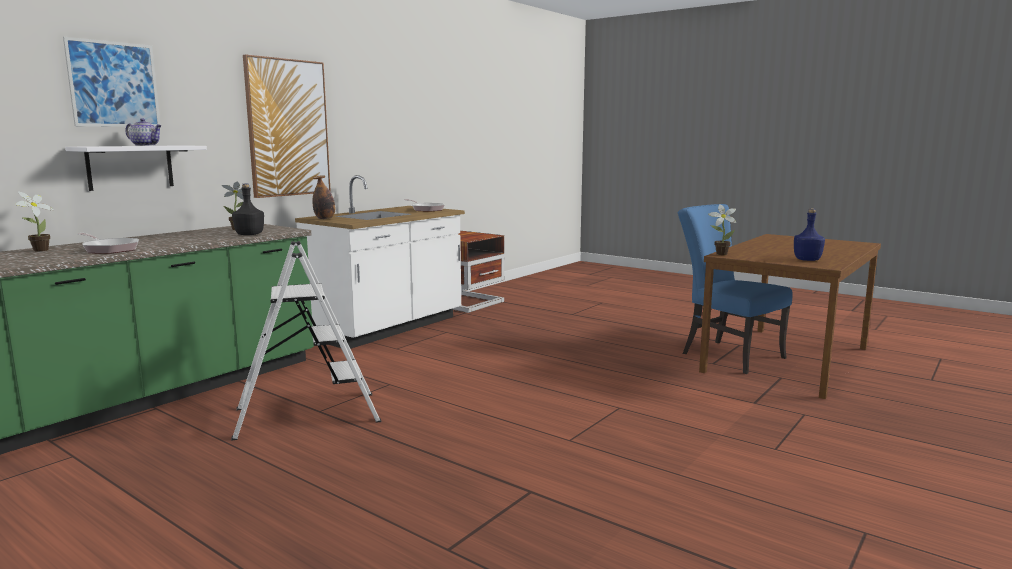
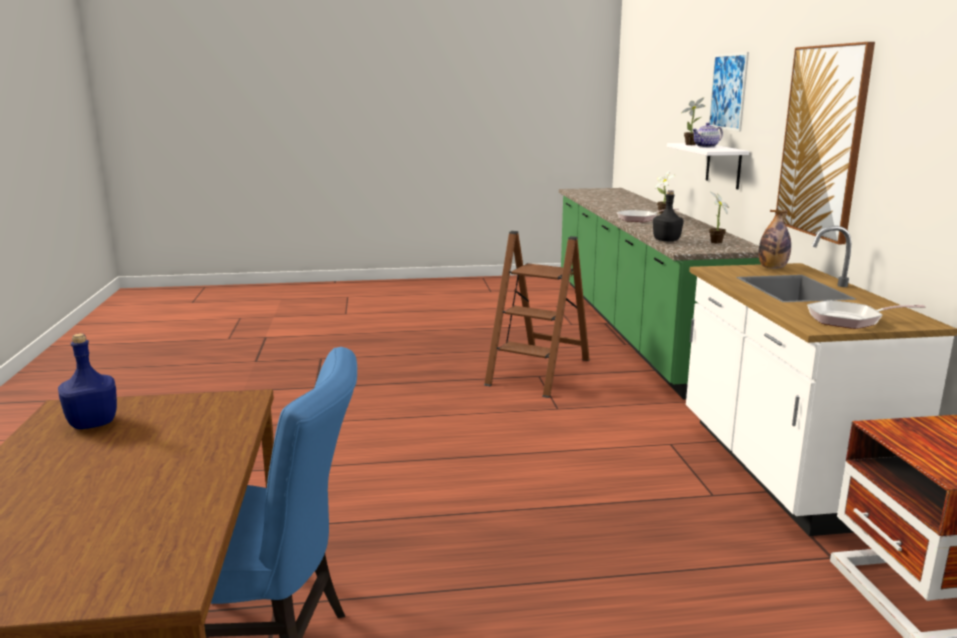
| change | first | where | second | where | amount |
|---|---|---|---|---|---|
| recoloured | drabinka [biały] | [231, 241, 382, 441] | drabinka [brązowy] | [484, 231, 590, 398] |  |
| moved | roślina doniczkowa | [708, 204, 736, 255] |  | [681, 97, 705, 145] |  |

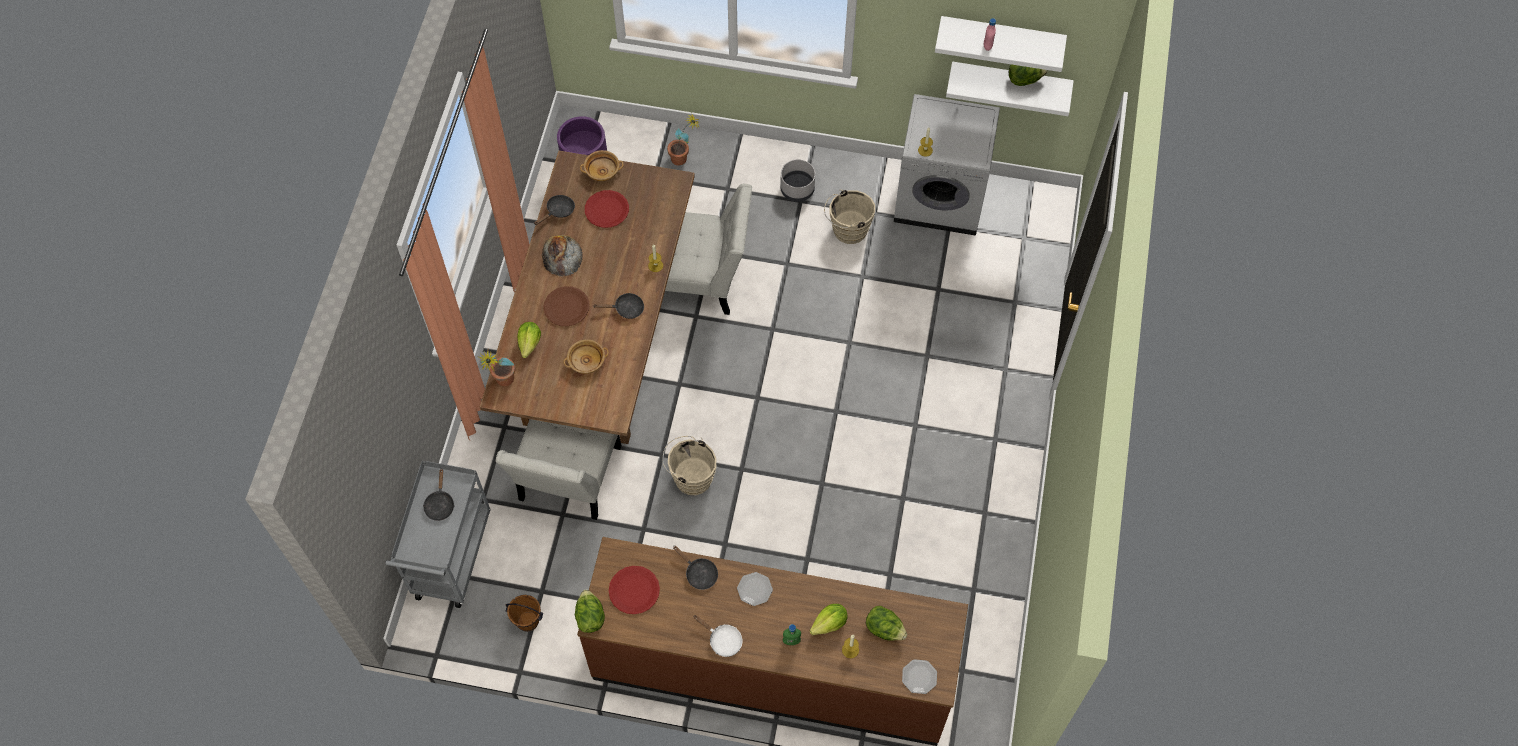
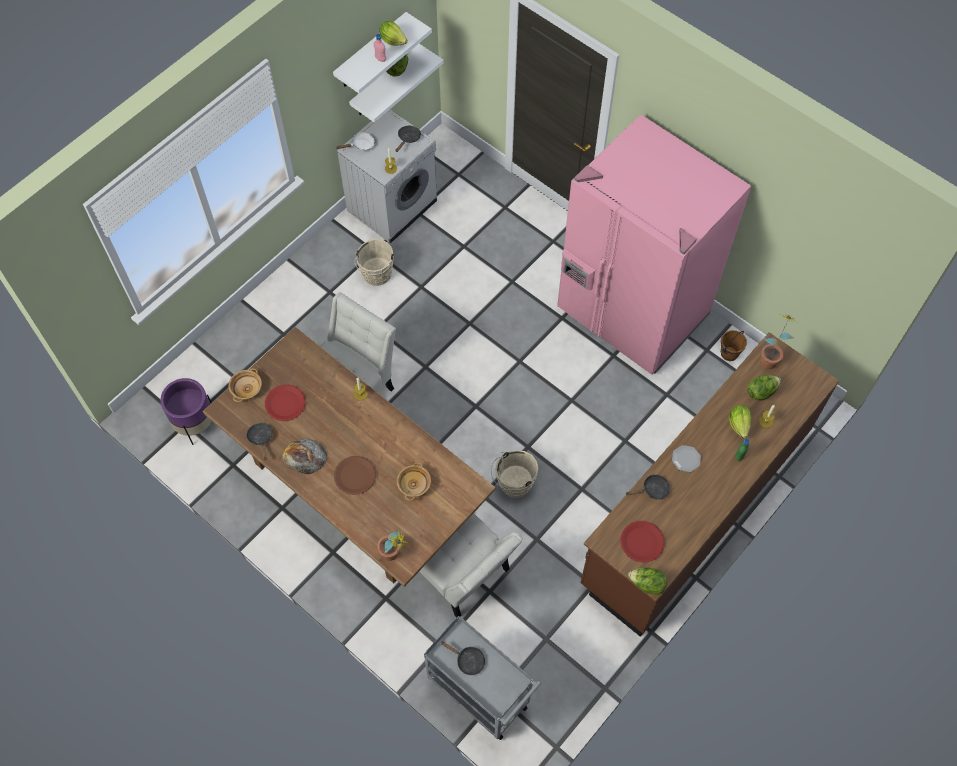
| change | first | where | second | where | amount |
|---|---|---|---|---|---|
| moved | wiadro [brązowy] | [505, 595, 543, 632] |  | [721, 330, 747, 361] |  |
| moved | sałata | [517, 322, 541, 358] |  | [380, 21, 408, 46] |  |
| moved | patelnia [czarny] | [594, 293, 644, 319] |  | [396, 126, 421, 152] |  |
| moved | roślina doniczkowa | [667, 114, 700, 165] |  | [761, 313, 796, 369] |  |
| moved | patelnia [biały] | [693, 615, 742, 657] |  | [336, 133, 375, 151] |  |
| removed | donica [szary] | [780, 159, 815, 202] |  |  |  |
| removed | talerz | [902, 659, 937, 694] |  |  |  |
| added |  |  | lodówka [różowy] | [557, 115, 751, 375] |  |

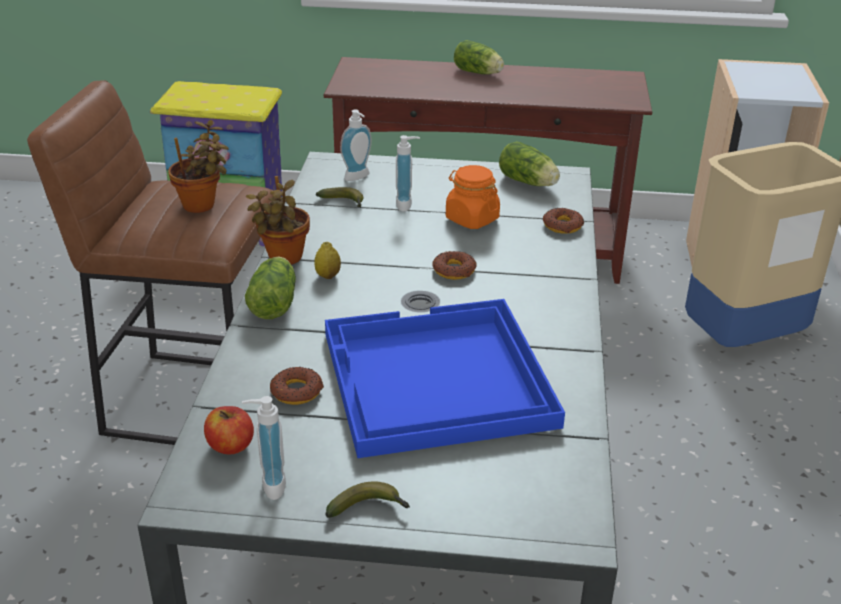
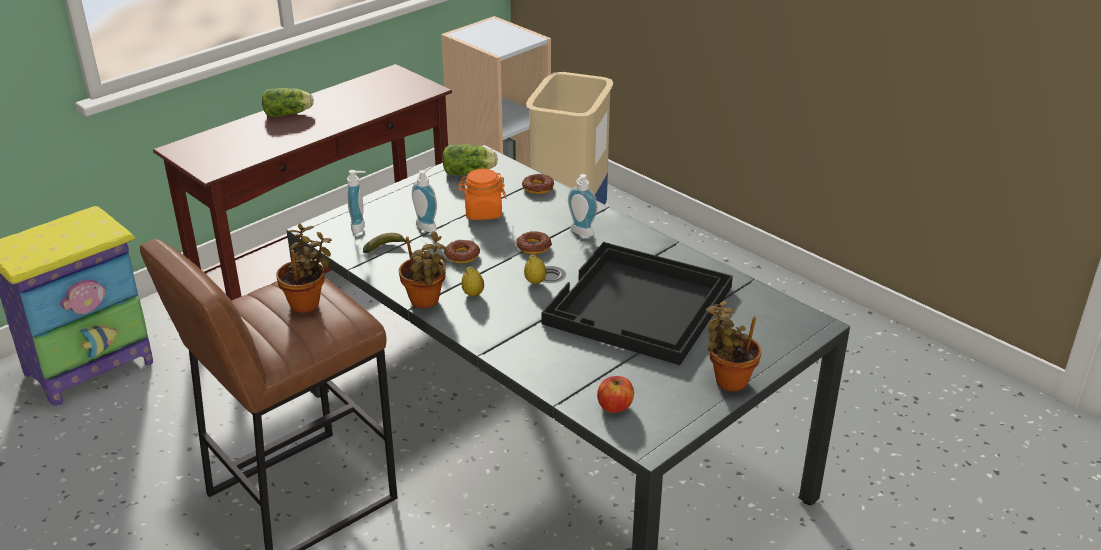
| change | first | where | second | where | amount |
|---|---|---|---|---|---|
| moved | dozownik mydła | [242, 396, 286, 500] |  | [568, 174, 598, 236] |  |
| removed | sałata | [245, 257, 296, 319] |  |  |  |
| moved | donut | [270, 367, 324, 405] |  | [444, 239, 480, 263] |  |
| recoloured | taca [niebieski] | [325, 299, 565, 458] | taca [czarny] | [542, 242, 733, 365] |  |
| replaced | banan | [325, 481, 410, 518] | roślina doniczkowa | [706, 300, 762, 392] |  |
| added |  |  | cytryna | [524, 255, 546, 284] |  |

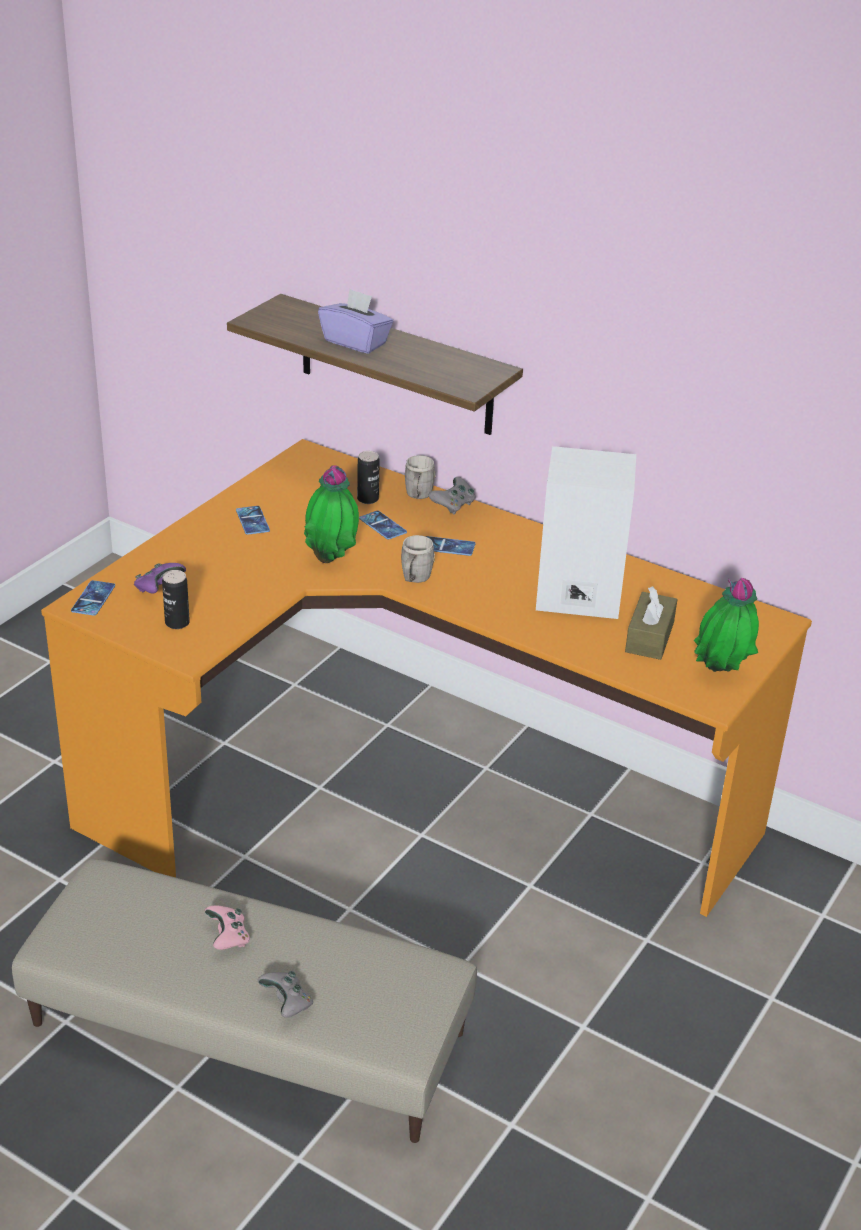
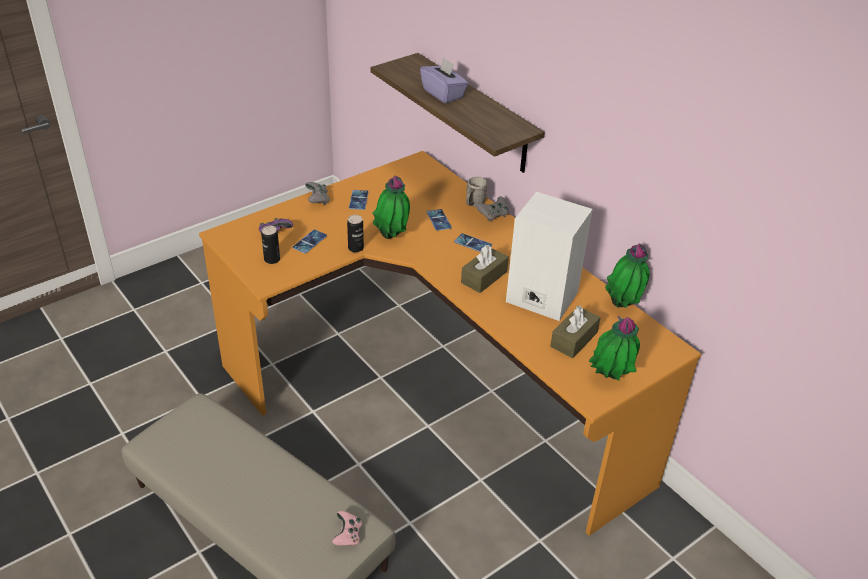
| change | first | where | second | where | amount |
|---|---|---|---|---|---|
| moved | telefon | [71, 580, 115, 616] |  | [293, 229, 327, 254] |  |
| moved | pad do gier [różowy] | [205, 905, 250, 950] |  | [332, 511, 362, 546] |  |
| moved | pad do gier [szary] | [258, 971, 313, 1018] |  | [305, 182, 330, 205] |  |
| moved | puszka | [357, 451, 380, 504] |  | [347, 215, 364, 253] |  |
| removed | kubek [szary] | [401, 535, 435, 583] |  |  |  |
| added |  |  | pudełko chusteczek [brązowy] | [461, 245, 509, 293] |  |
| added |  |  | roślina doniczkowa | [605, 243, 650, 308] |  |

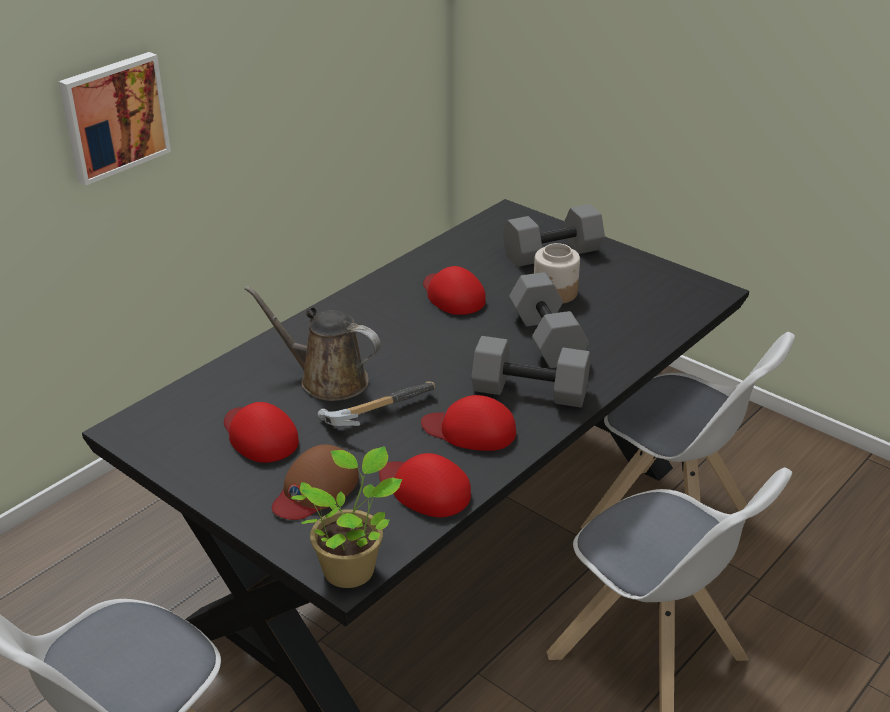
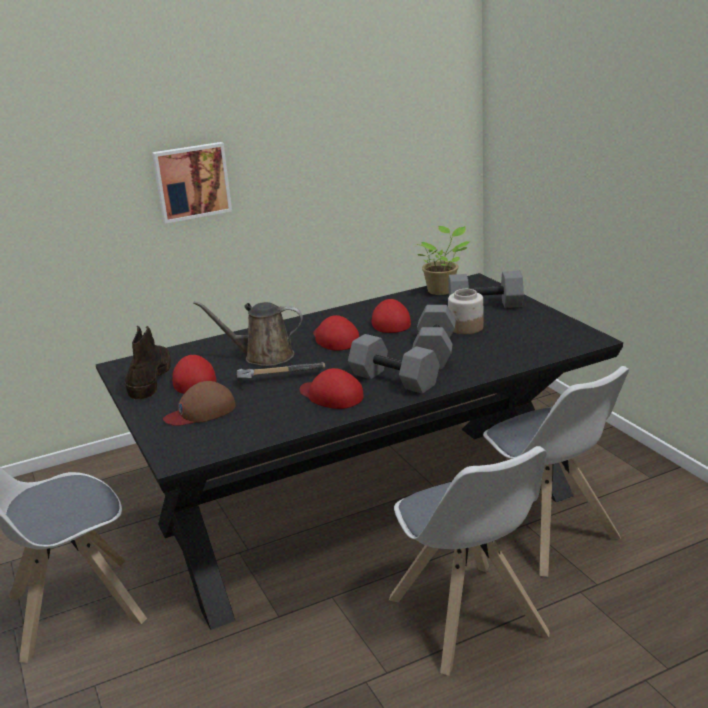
| change | first | where | second | where | amount |
|---|---|---|---|---|---|
| turned | konewka [brązowy] | [245, 286, 381, 401] |  | [193, 301, 303, 366] | 45 degrees counterclockwise |
| moved | roślina doniczkowa | [291, 446, 403, 588] |  | [415, 226, 471, 295] |  |
| moved | czapka z daszkiem [czerwony] | [379, 453, 471, 517] |  | [313, 315, 359, 350] |  |
| added |  |  | but z cholewką [brązowy] | [125, 326, 171, 400] |  |

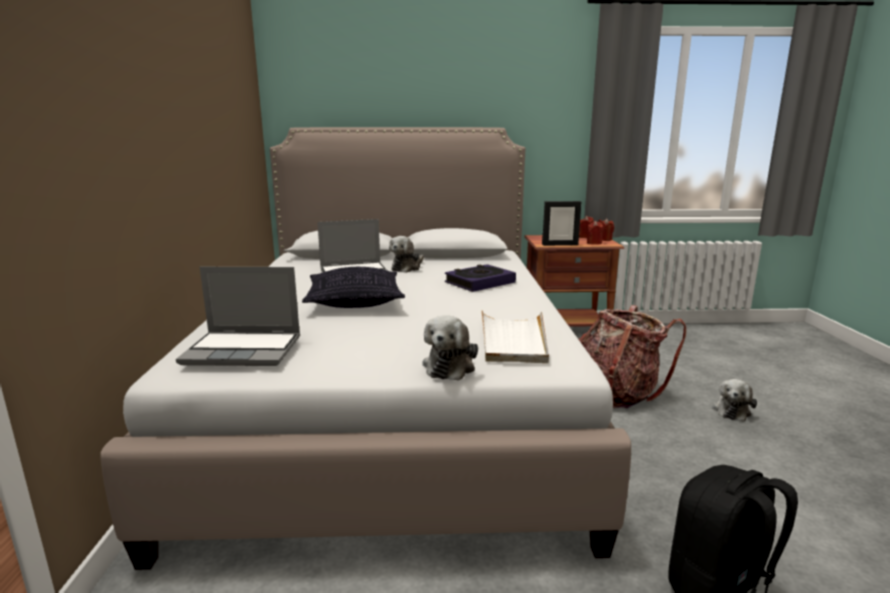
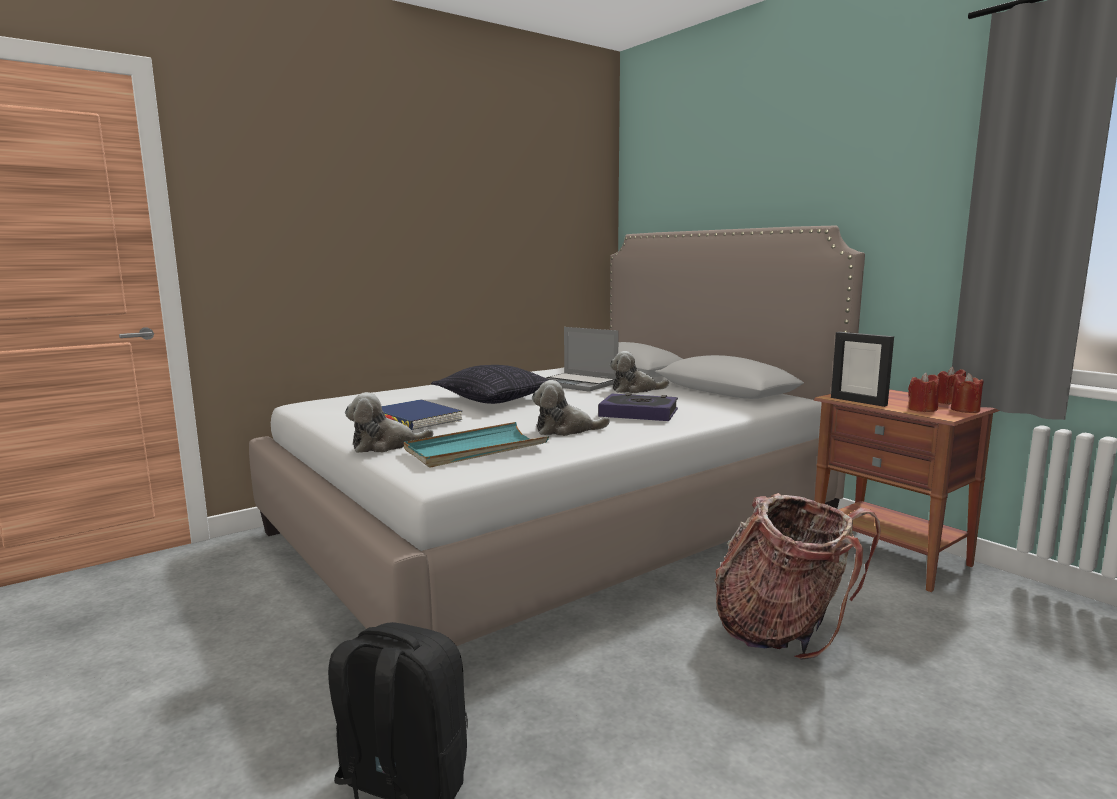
| change | first | where | second | where | amount |
|---|---|---|---|---|---|
| removed | laptop | [176, 267, 300, 366] |  |  |  |
| recoloured | taca [biały] | [482, 310, 549, 363] | taca [turkusowy] | [404, 422, 549, 468] |  |
| moved | pluszak | [712, 379, 757, 422] |  | [532, 380, 610, 436] |  |
| added |  |  | książka [niebieski] | [382, 399, 462, 430] |  |

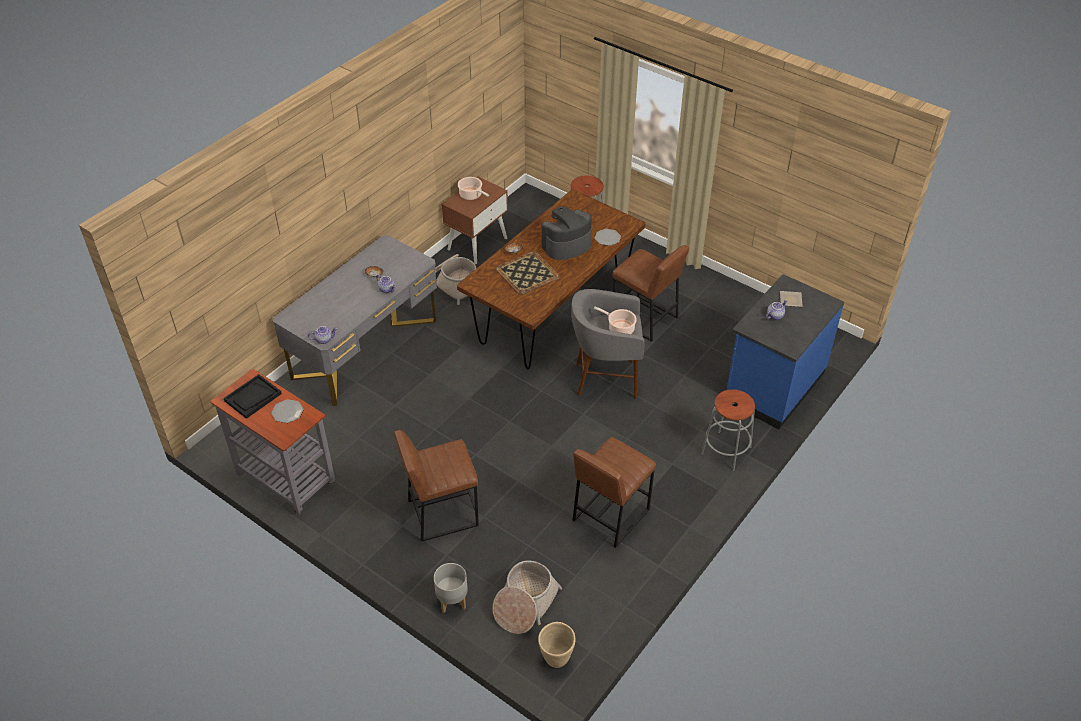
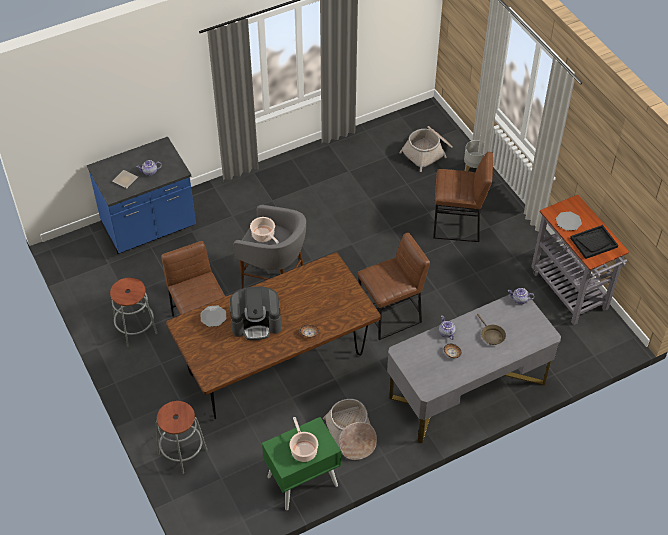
| change | first | where | second | where | amount |
|---|---|---|---|---|---|
| recoloured | szafka nocna [brązowy] | [442, 177, 508, 264] | szafka nocna [zielony] | [262, 417, 341, 510] |  |
| removed | taca | [495, 251, 560, 295] |  |  |  |
| removed | donica [beżowy] | [538, 622, 575, 668] |  |  |  |
| moved | krzesło [brązowy] | [572, 437, 656, 548] |  | [358, 232, 430, 340] |  |
| moved | stołek [szary] | [701, 389, 755, 471] |  | [110, 277, 158, 347] |  |
| added |  |  | patelnia [brązowy] | [477, 314, 506, 345] |  |

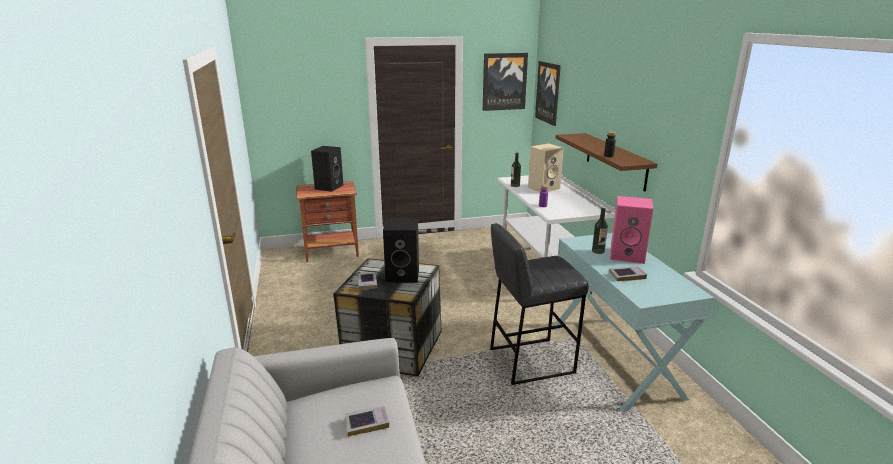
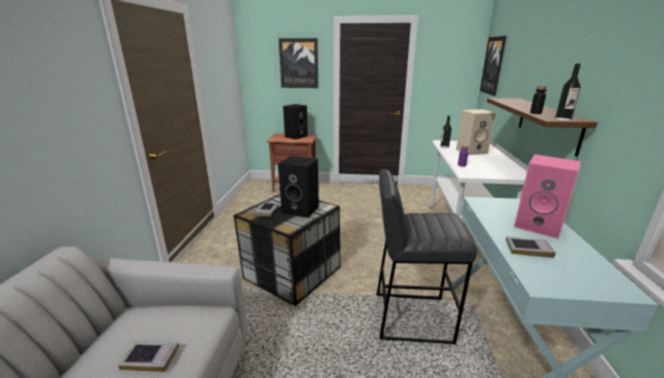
| change | first | where | second | where | amount |
|---|---|---|---|---|---|
| moved | obraz | [483, 53, 528, 111] |  | [279, 38, 318, 88] |  |
| moved | butelka | [592, 208, 608, 254] |  | [555, 63, 581, 121] |  |

